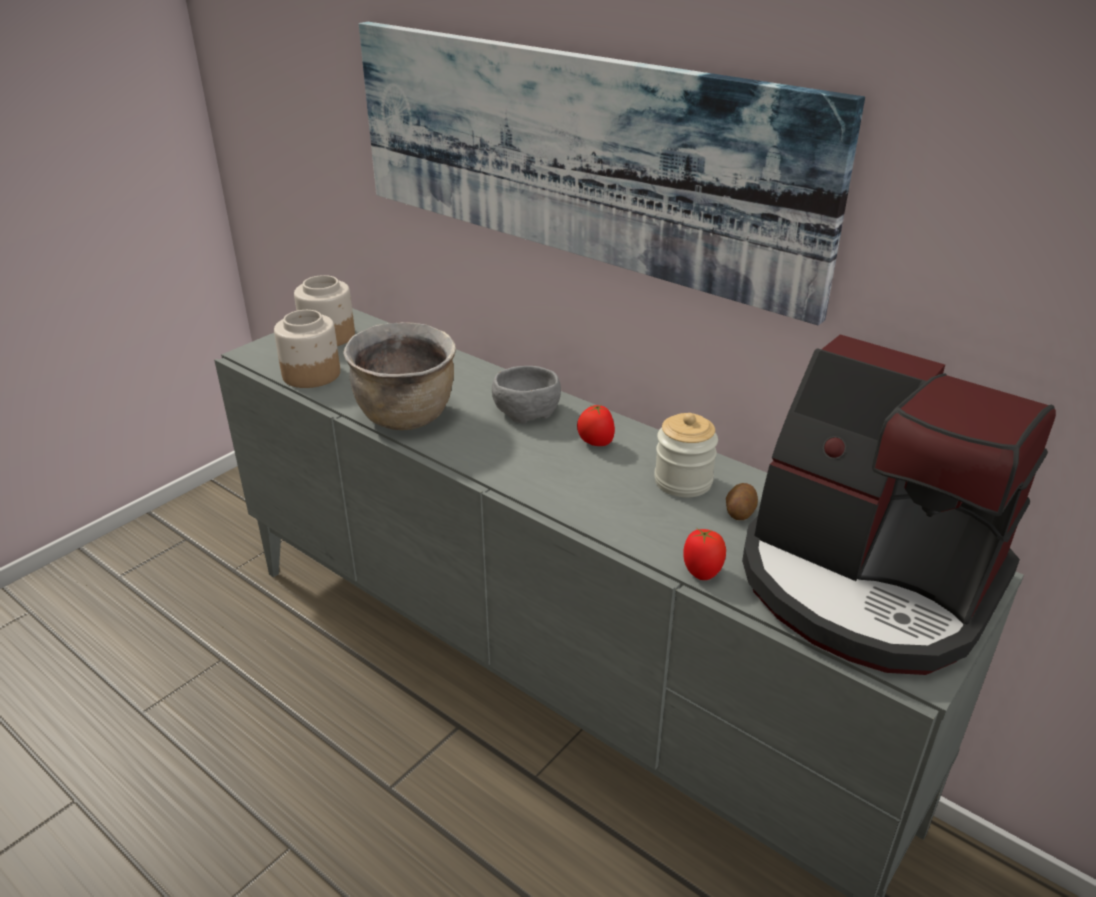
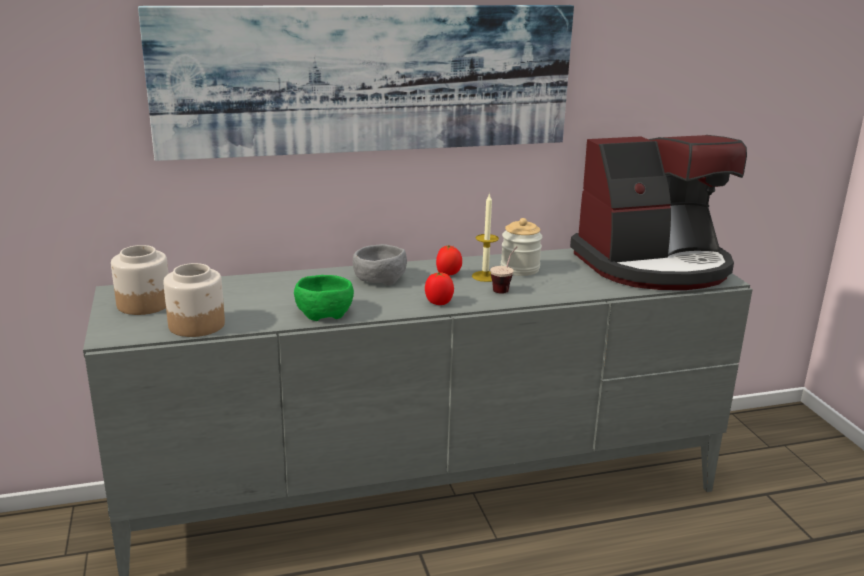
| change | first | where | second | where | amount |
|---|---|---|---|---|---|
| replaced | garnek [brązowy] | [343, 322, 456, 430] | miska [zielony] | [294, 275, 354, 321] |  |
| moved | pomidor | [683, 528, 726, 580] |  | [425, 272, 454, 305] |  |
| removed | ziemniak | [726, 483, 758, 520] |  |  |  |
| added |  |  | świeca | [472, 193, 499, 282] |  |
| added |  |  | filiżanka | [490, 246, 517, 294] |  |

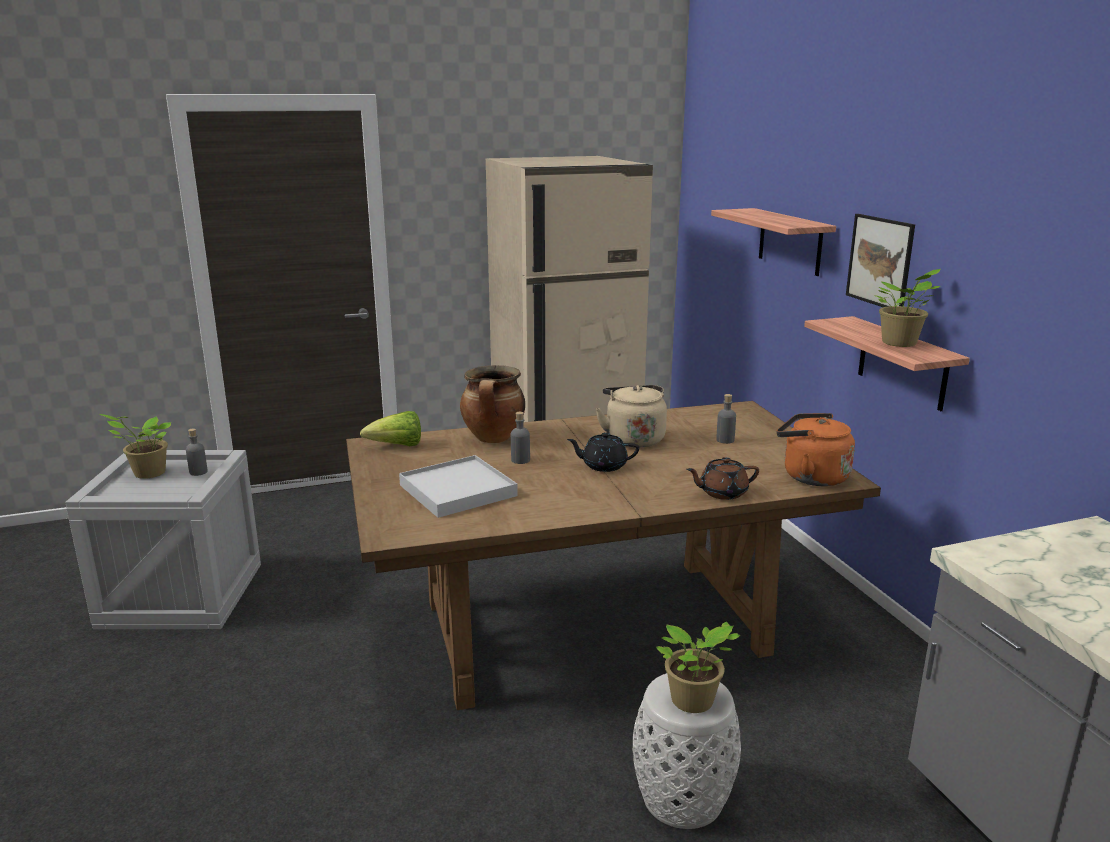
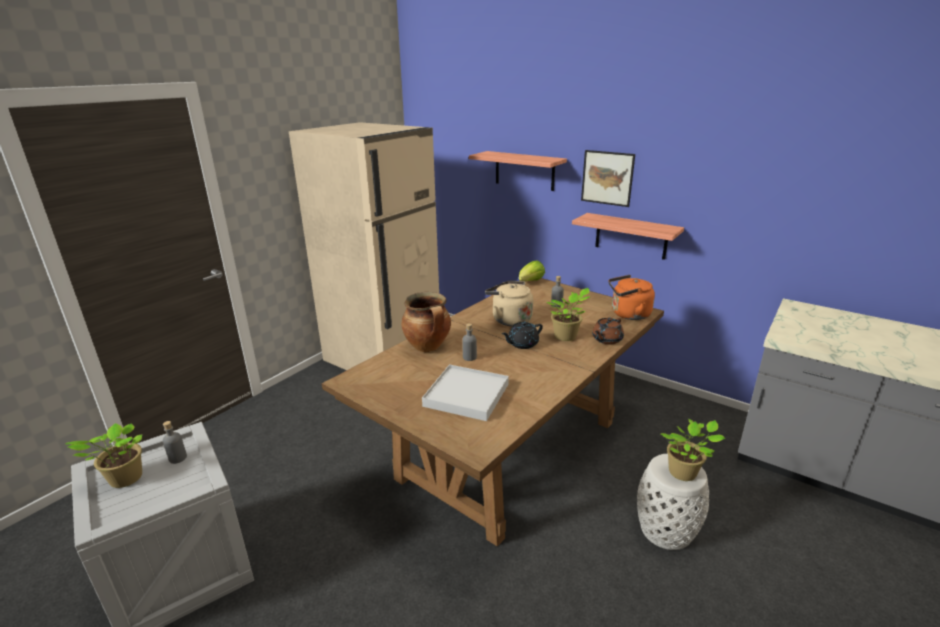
| change | first | where | second | where | amount |
|---|---|---|---|---|---|
| moved | sałata | [360, 411, 421, 446] |  | [519, 260, 545, 281] |  |
| moved | roślina doniczkowa | [874, 269, 940, 347] |  | [546, 288, 590, 341] |  |

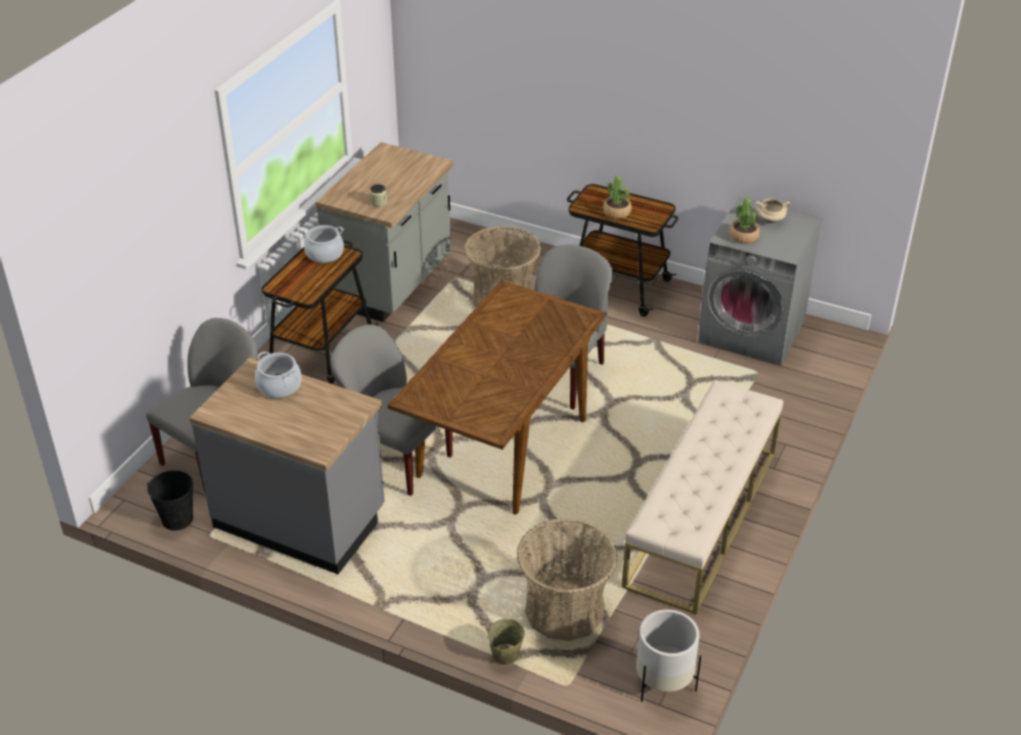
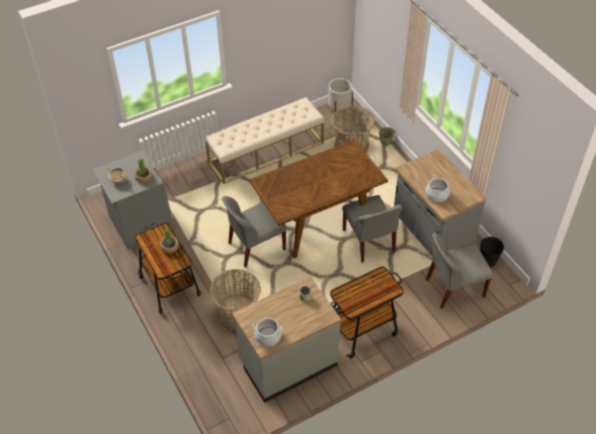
| change | first | where | second | where | amount |
|---|---|---|---|---|---|
| moved | garnek | [302, 225, 344, 263] |  | [252, 318, 283, 346] |  |

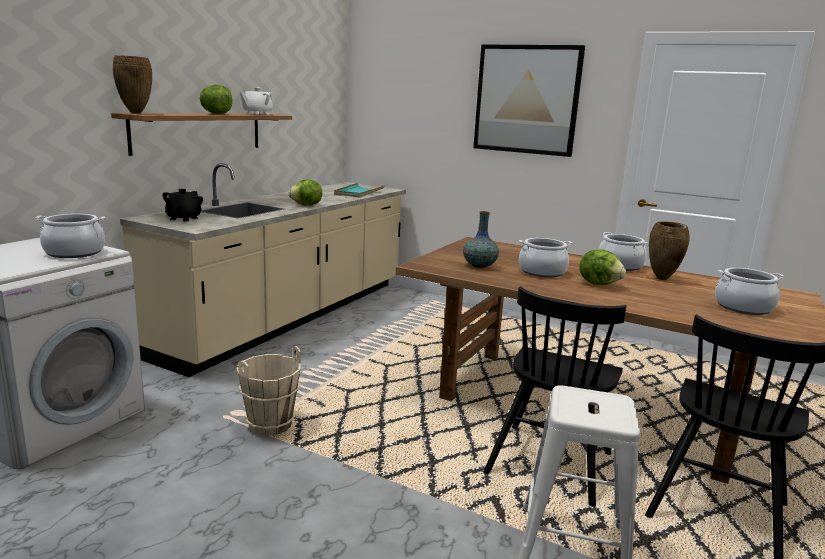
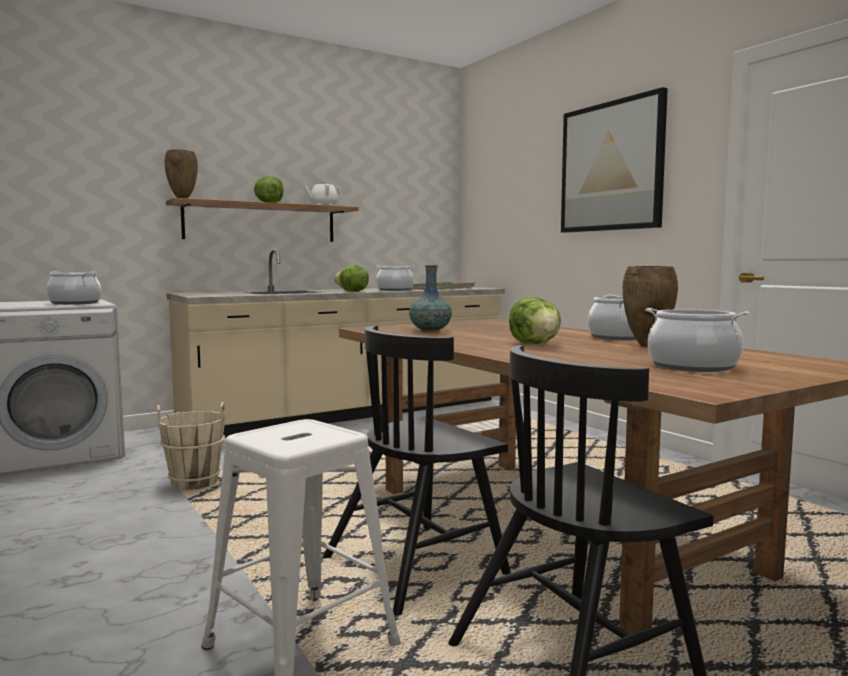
| change | first | where | second | where | amount |
|---|---|---|---|---|---|
| removed | imbryk [czarny] | [162, 189, 203, 221] |  |  |  |
| moved | garnek | [519, 238, 572, 277] |  | [376, 266, 415, 291] |  |

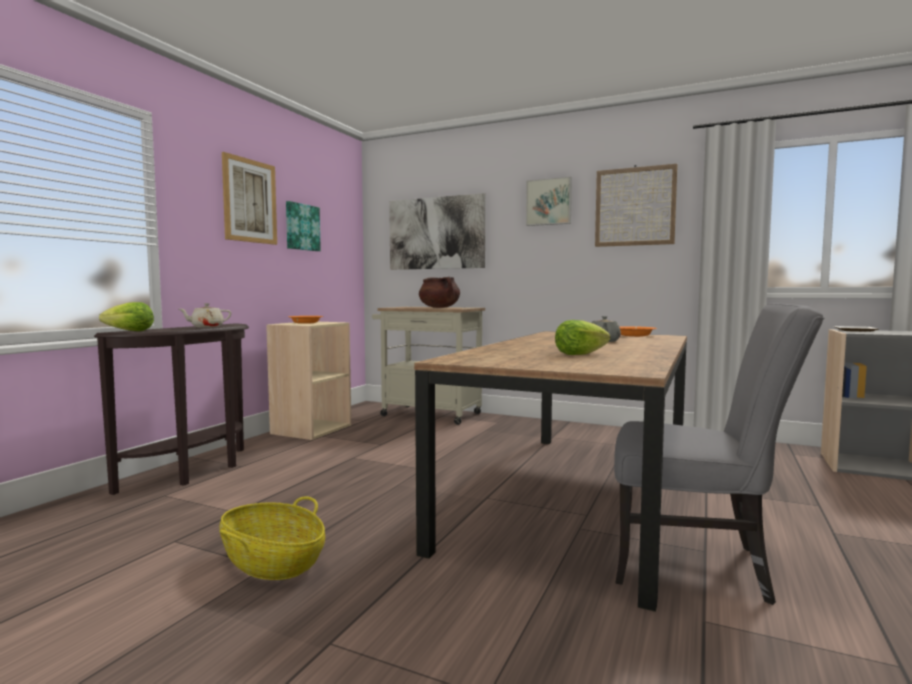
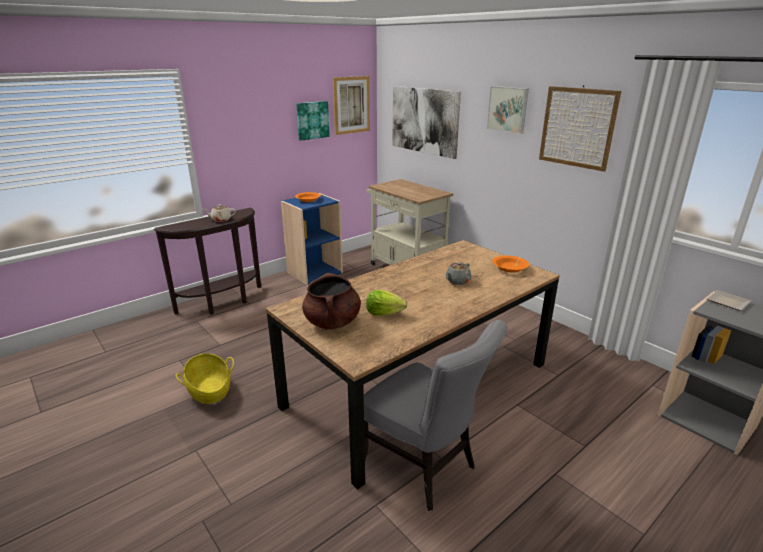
| change | first | where | second | where | amount |
|---|---|---|---|---|---|
| removed | sałata | [99, 302, 154, 331] |  |  |  |
| moved | obraz | [222, 152, 277, 245] |  | [333, 76, 370, 135] |  |
| recoloured | regał [beżowy] | [266, 322, 351, 440] | regał [niebieski] | [281, 193, 343, 285] |  |
| moved | garnek [brązowy] | [419, 277, 460, 308] |  | [302, 273, 361, 329] |  |

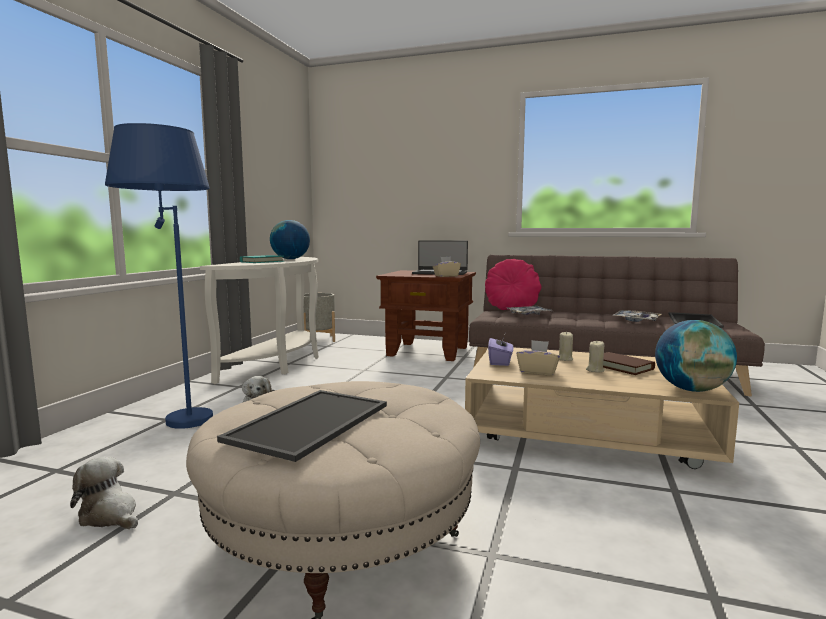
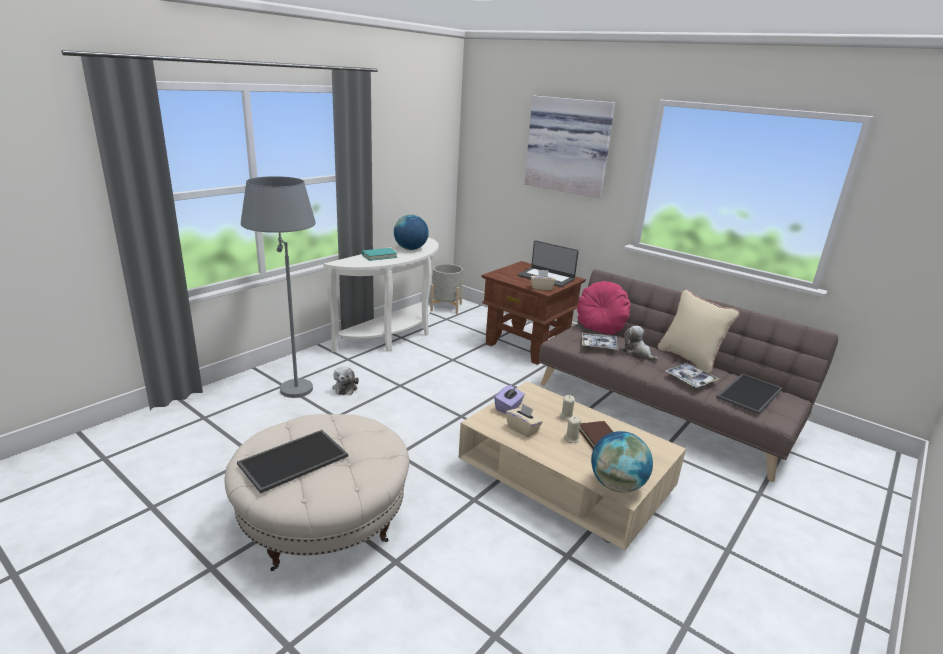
| change | first | where | second | where | amount |
|---|---|---|---|---|---|
| moved | pluszak | [70, 457, 138, 529] |  | [622, 326, 658, 362] |  |
| recoloured | lampa stojąca [niebieski] | [105, 123, 213, 429] | lampa stojąca [szary] | [241, 176, 316, 398] |  |
| added |  |  | obraz | [524, 95, 615, 198] |  |
| added |  |  | poduszka [beżowy] | [657, 289, 740, 374] |  |

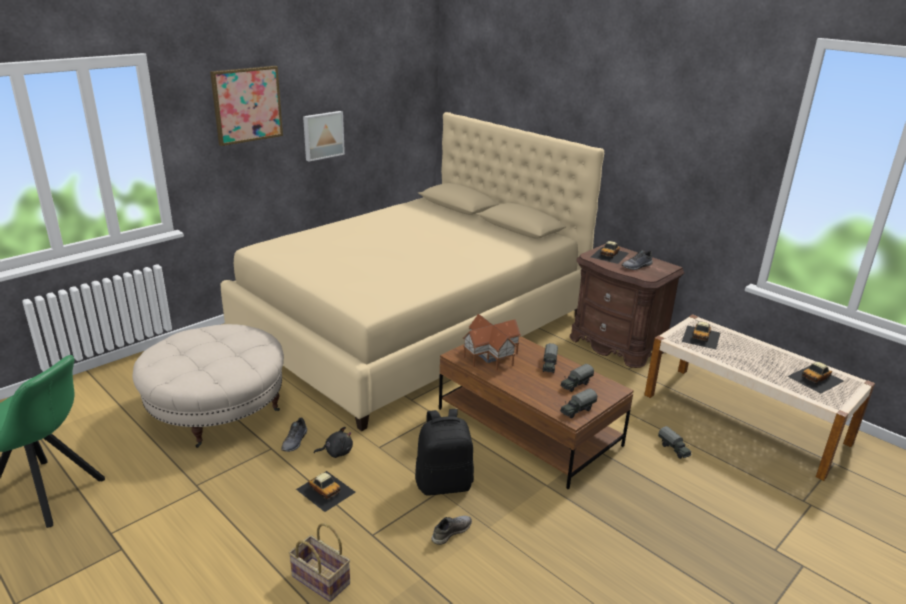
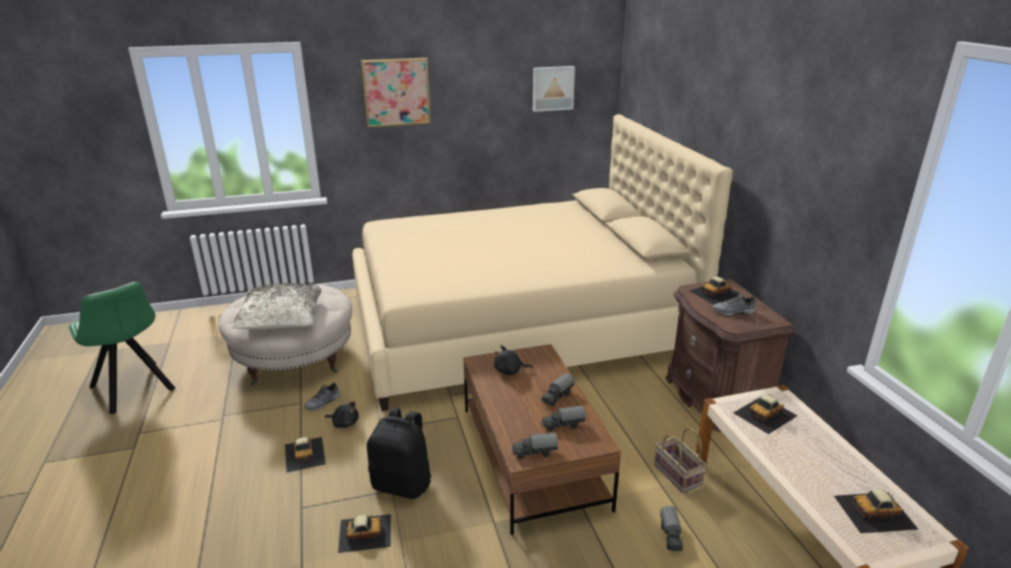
| change | first | where | second | where | amount |
|---|---|---|---|---|---|
| moved | koszyk | [288, 523, 350, 602] |  | [654, 428, 706, 493] |  |
| moved | obraz | [303, 111, 345, 161] |  | [533, 66, 575, 112] |  |
| replaced | but [szary] | [432, 516, 472, 545] | samochodzik | [338, 514, 391, 553] |  |
| replaced | domek | [463, 314, 521, 370] | pluszak [czarny] | [494, 345, 533, 375] |  |
| added |  |  | poduszka [beżowy] | [230, 283, 322, 329] |  |

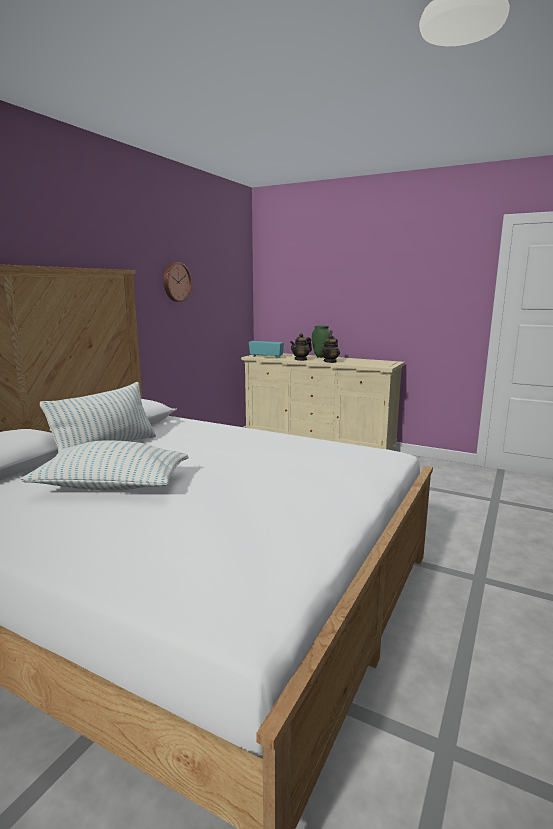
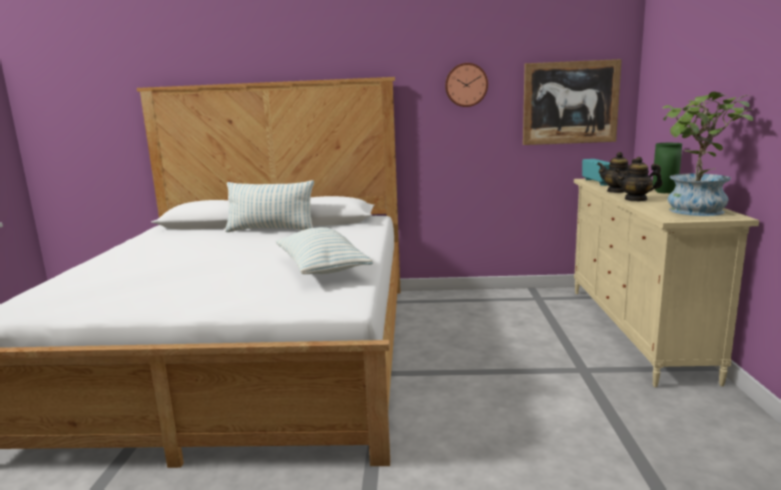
| change | first | where | second | where | amount |
|---|---|---|---|---|---|
| moved | poduszka | [21, 440, 189, 491] |  | [275, 227, 373, 274] |  |
| added |  |  | obraz | [523, 59, 622, 145] |  |
| added |  |  | roślina doniczkowa | [662, 92, 753, 216] |  |

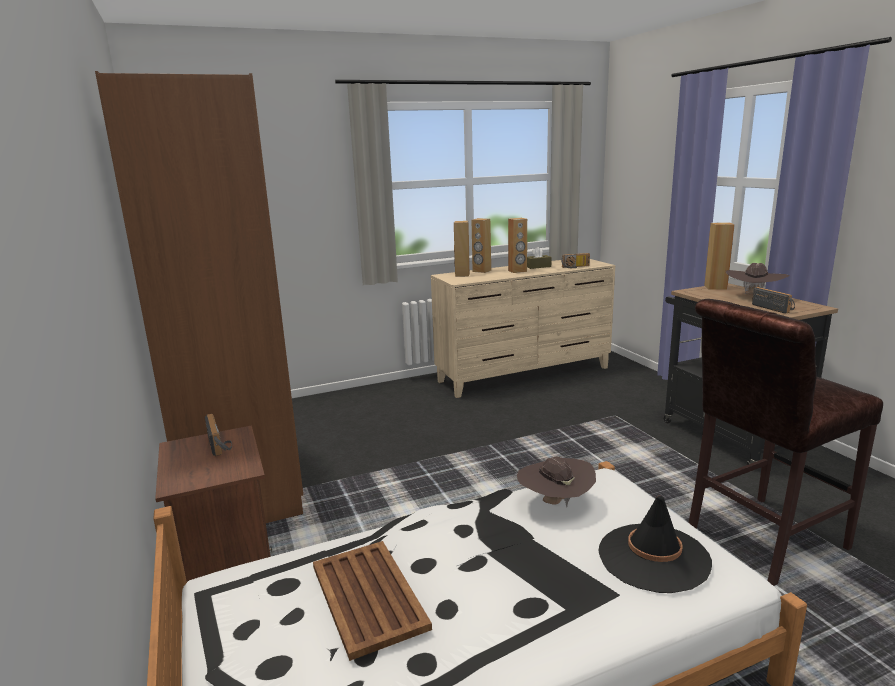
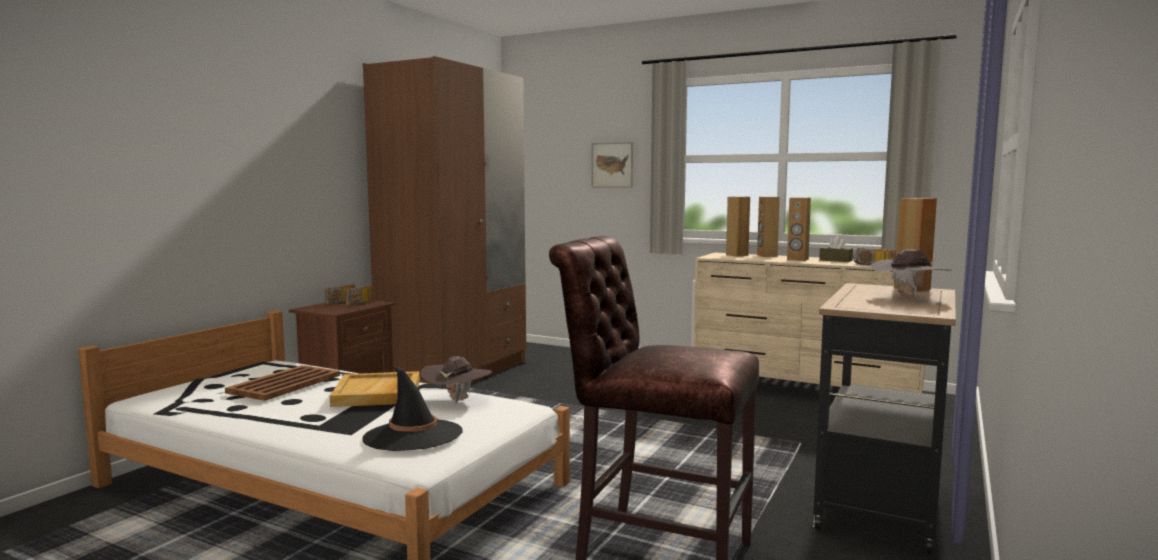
| change | first | where | second | where | amount |
|---|---|---|---|---|---|
| moved | radio | [752, 287, 795, 313] |  | [325, 284, 355, 305] |  |
| added |  |  | taca [beżowy] | [330, 371, 420, 407] |  |
| added |  |  | obraz | [591, 142, 633, 188] |  |

